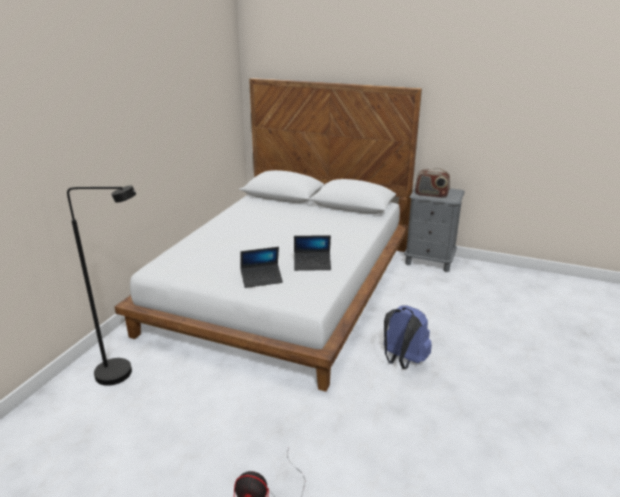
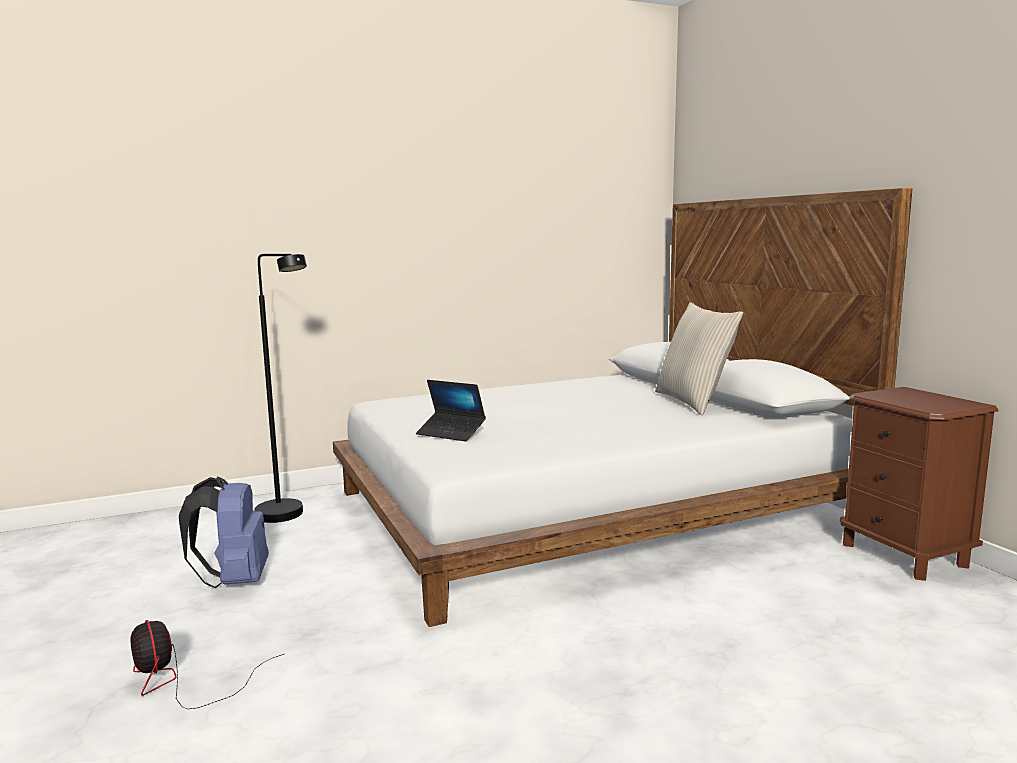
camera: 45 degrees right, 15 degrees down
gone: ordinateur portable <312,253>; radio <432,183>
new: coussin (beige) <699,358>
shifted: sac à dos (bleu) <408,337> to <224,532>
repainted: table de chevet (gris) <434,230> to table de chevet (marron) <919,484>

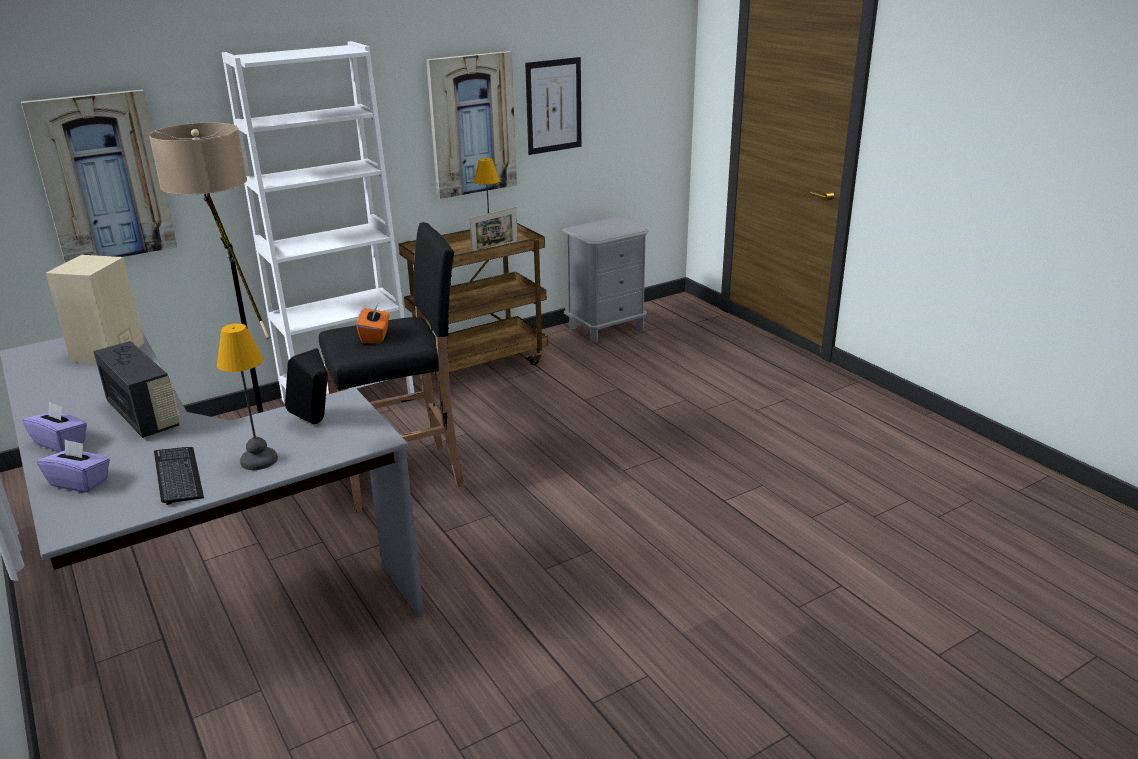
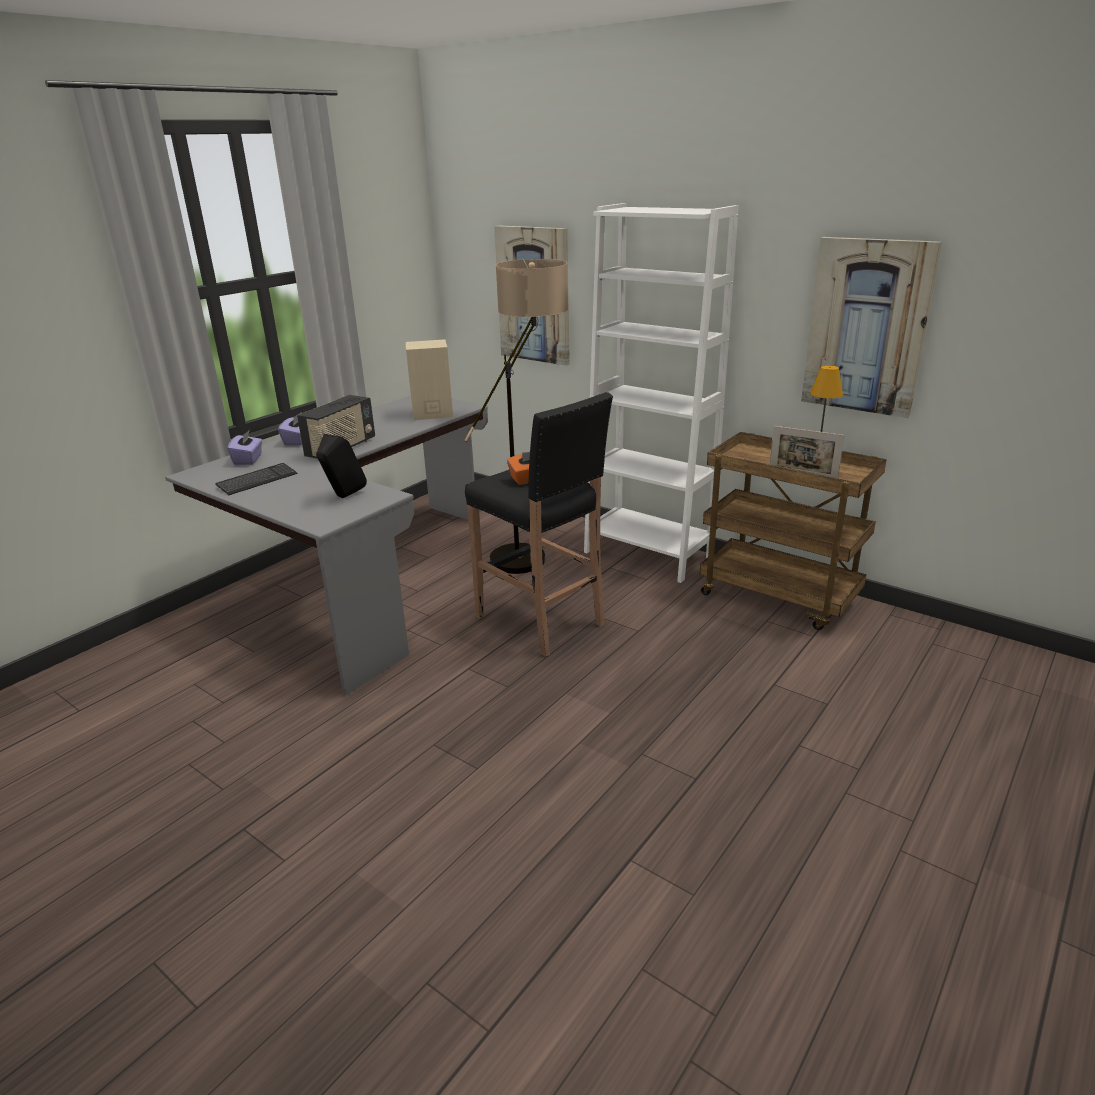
camera: 70 degrees right, 0 degrees up
gone: lampe de table <247,396>; tableau <553,106>; table de chevet (gris) <605,280>

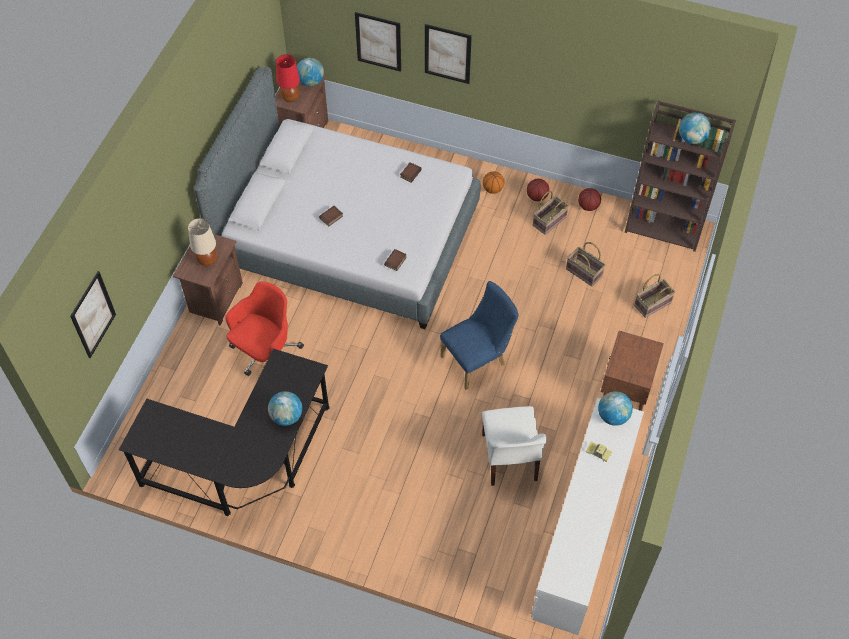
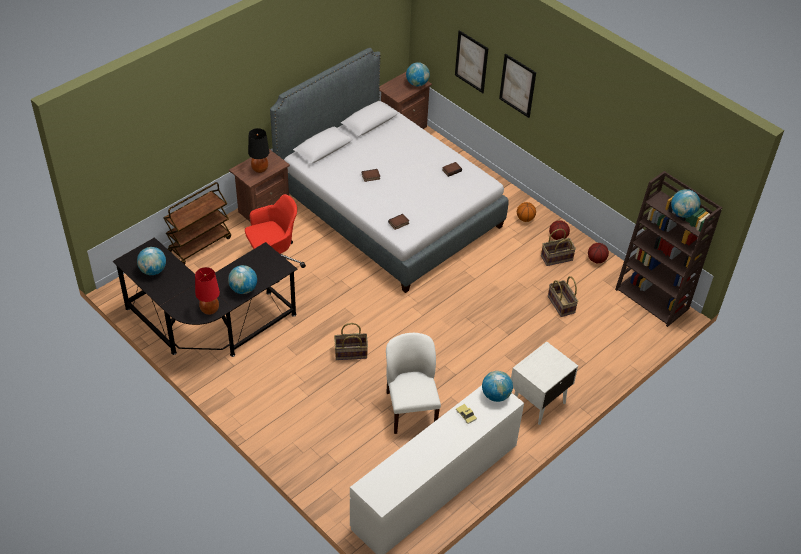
camera: 25 degrees right, 10 degrees down
gone: tableau <93,314>; chaise (bleu) <479,335>
new: globe <151,261>; chariot (marron) <197,223>
shifted: lampe de table (rouge) <288,78> to <207,291>; panier <654,296> to <351,341>
repainted: lampe de table (beige) <202,242> to lampe de table (noir) <258,150>; table de chevet (marron) <632,371> to table de chevet (blanc) <544,383>
rotated: chaise (blanc) <514,446> = <413,383> 150 degrees clockwise

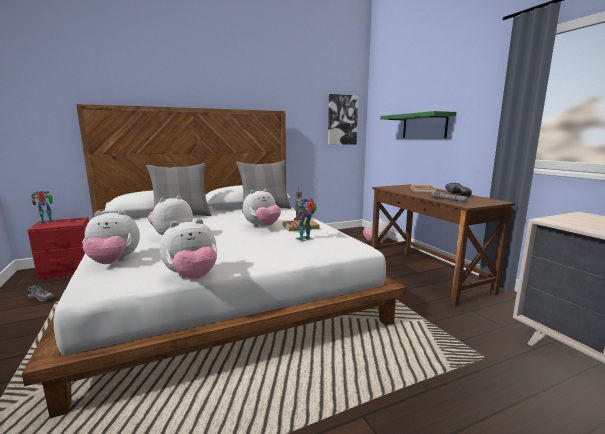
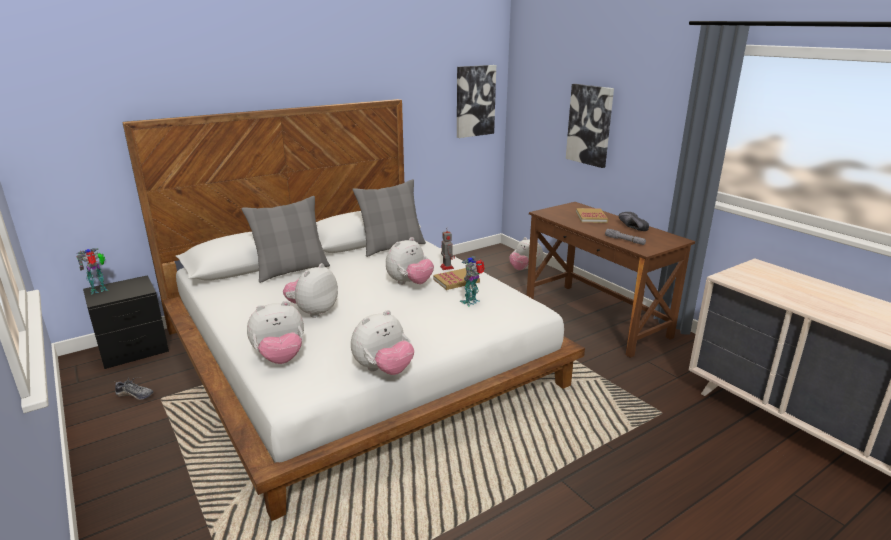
camera: 10 degrees left, 10 degrees up
swapped: étagère (vert) <418,124> to tableau <590,126>
repainted: table de chevet (rouge) <58,248> to table de chevet (noir) <126,322>

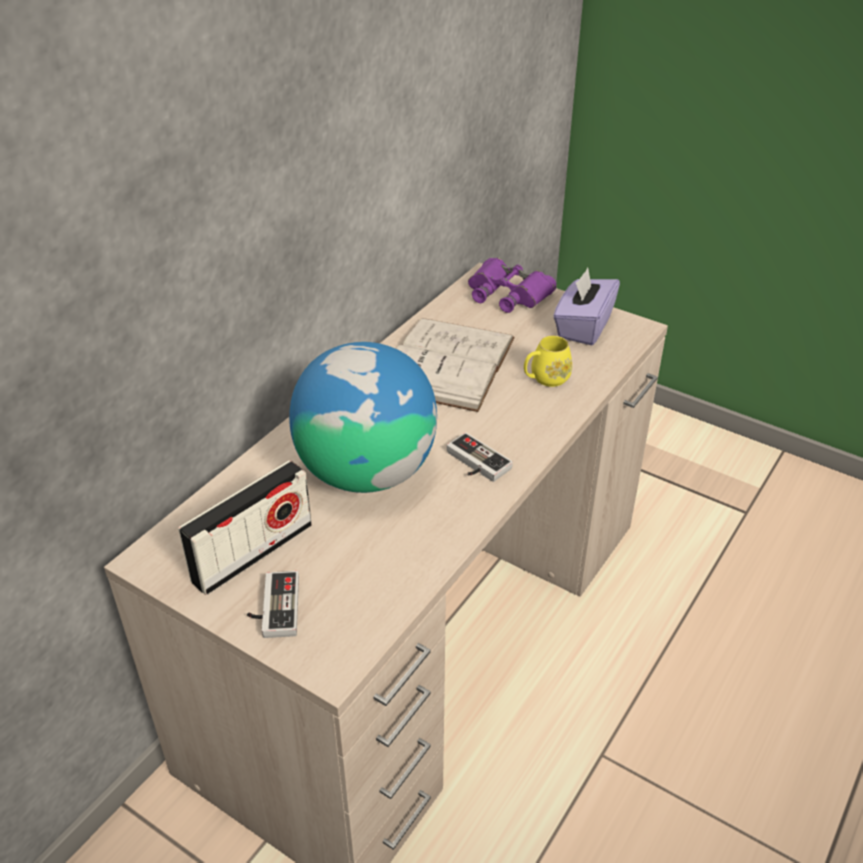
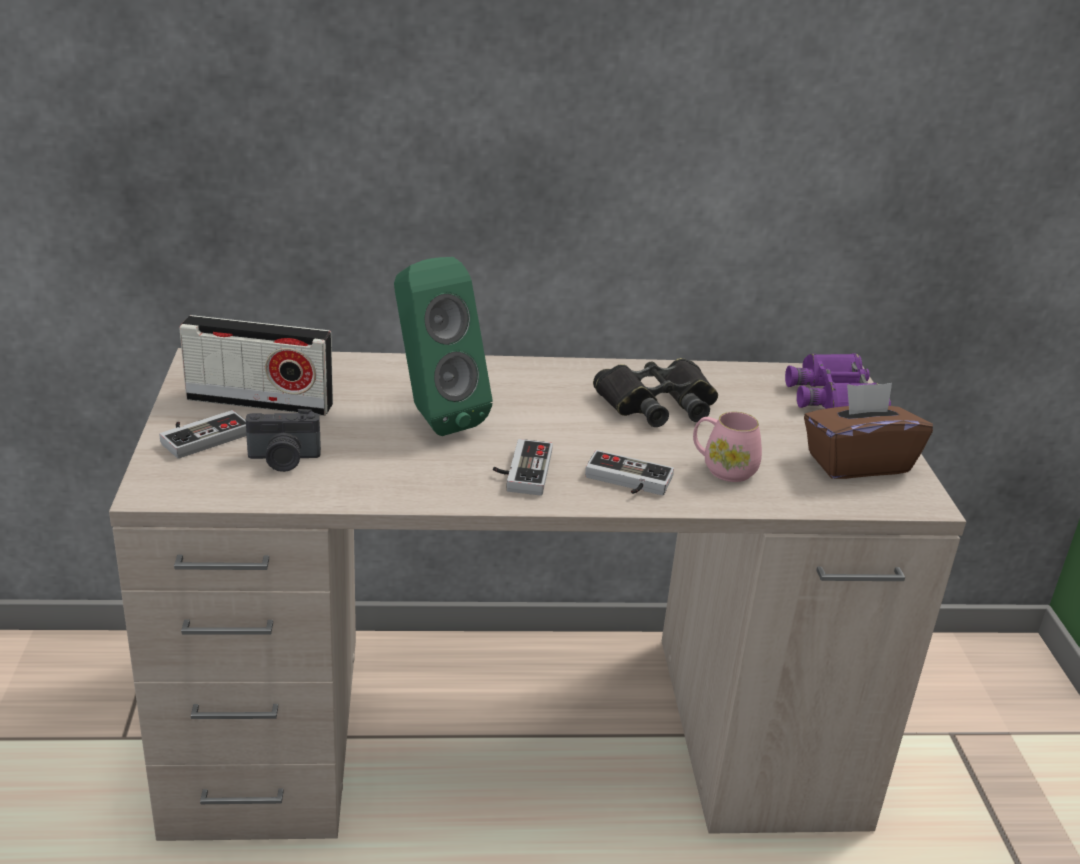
camera: 50 degrees right, 10 degrees down
new: appareil photo <283,440>; manette <629,472>
swapped: globe <363,417> to enceinte (vert) <443,346>; livre (blanc) <455,365> to jumelles (noir) <655,392>
repainted: mug (jaune) <548,361> to mug (rose) <727,447>; boîte à mouchoirs (violet) <586,306> to boîte à mouchoirs (marron) <868,431>

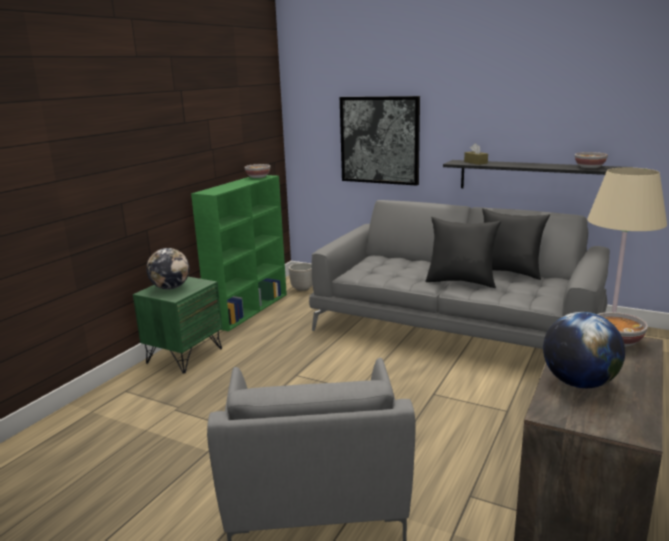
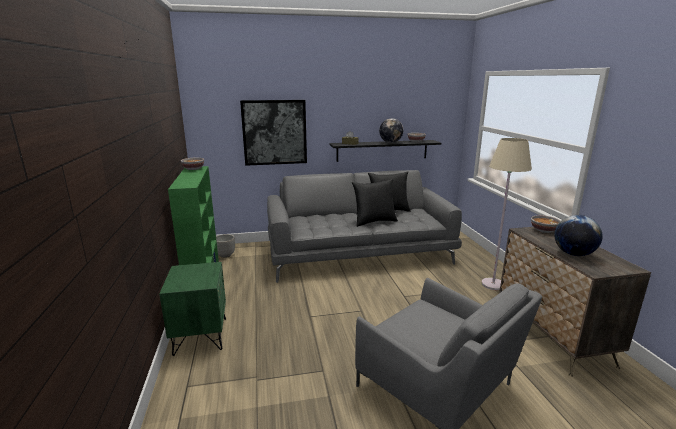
camera: 40 degrees left, 0 degrees up
shifted: globe <167,269> to <391,130>

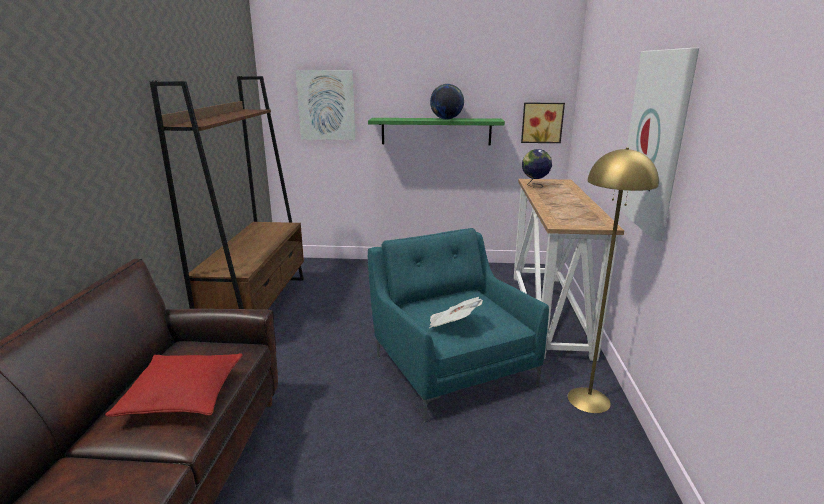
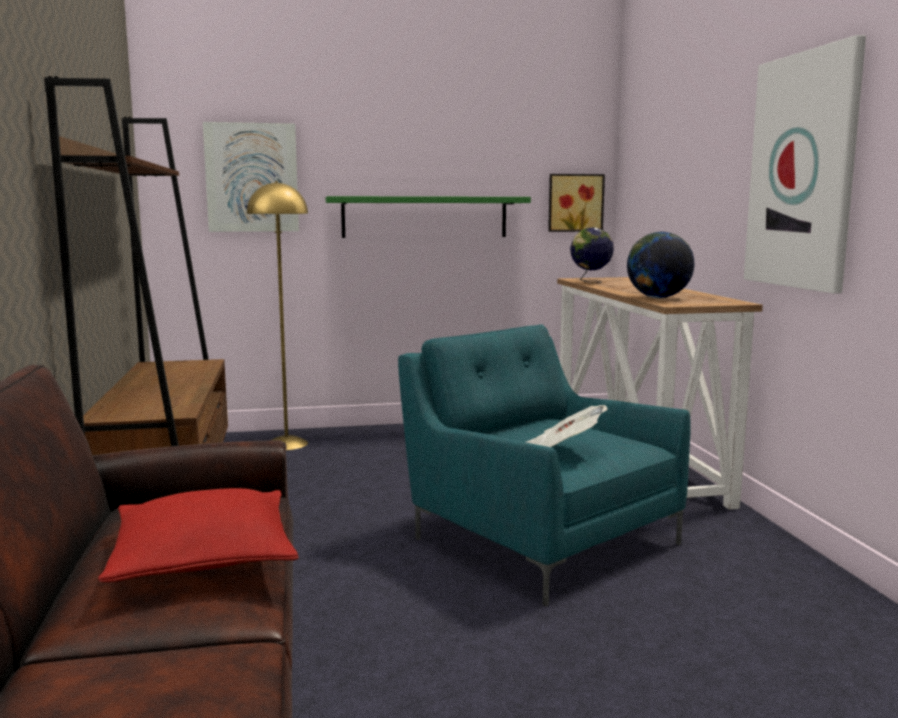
camera: 15 degrees left, 10 degrees down
shifted: lampadaire (jaune) <613,280> to <277,315>; globe <447,102> to <660,265>

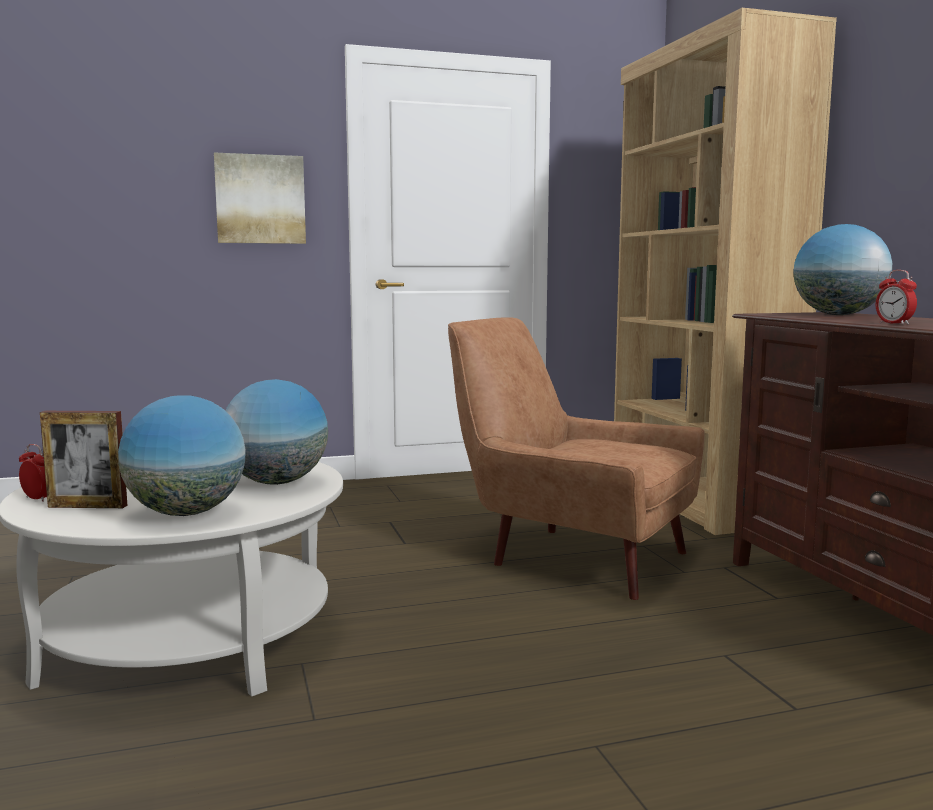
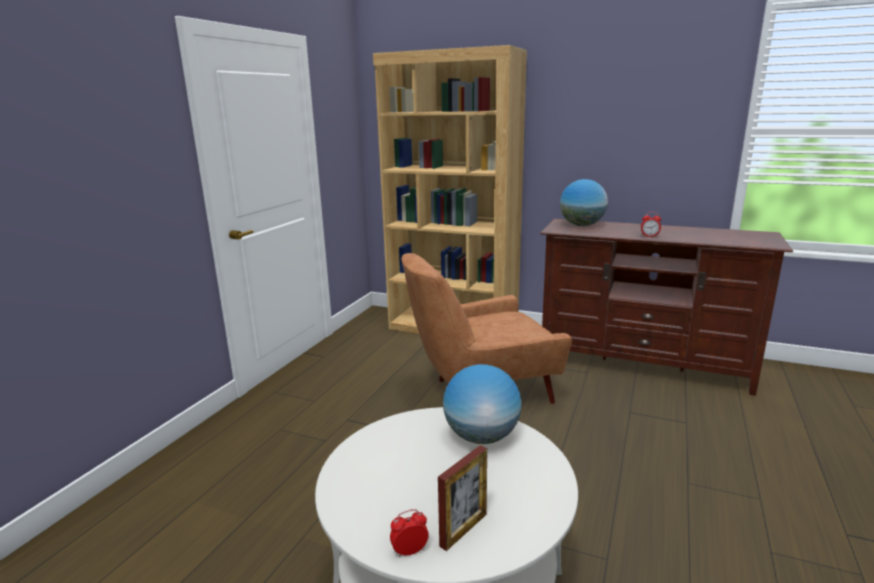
camera: 50 degrees left, 10 degrees up
gone: globe <181,455>; tableau <260,198>

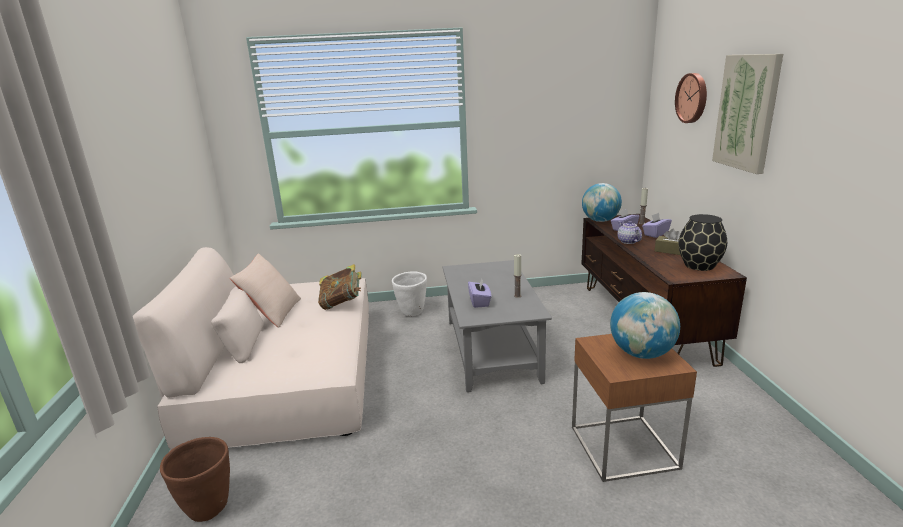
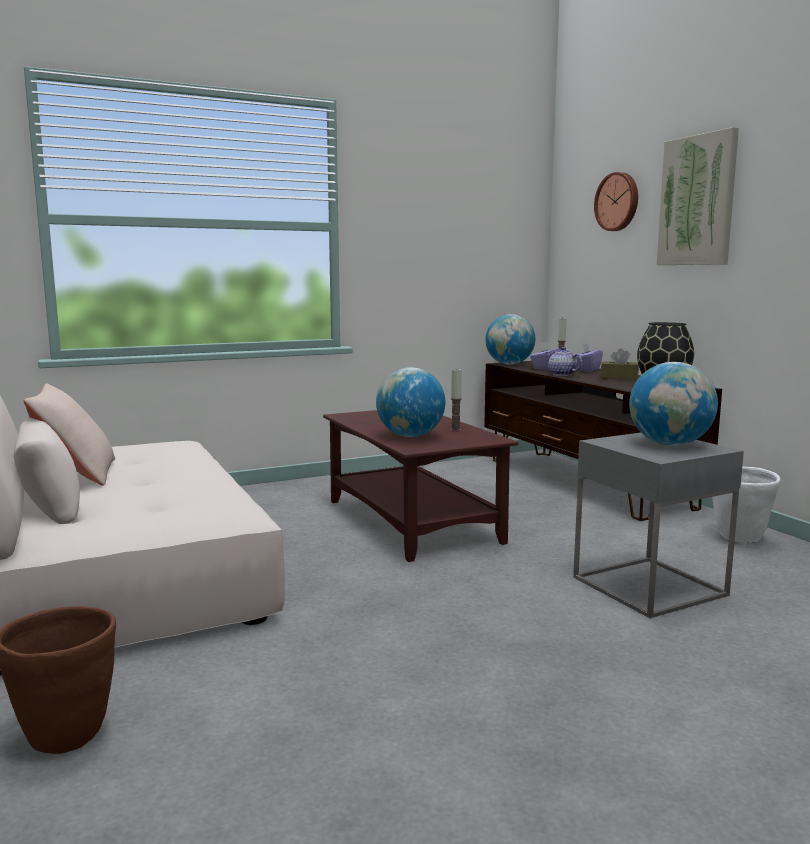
camera: 20 degrees left, 10 degrees down
gone: livre <340,287>
shifted: cache-pot (blanc) <409,293> to <746,504>
swapped: boîte à mouchoirs (violet) <479,293> to globe <410,402>
repainted: table basse (gris) <497,326> to table basse (marron) <420,486>; table d'appoint (marron) <634,408> to table d'appoint (gris) <658,525>

